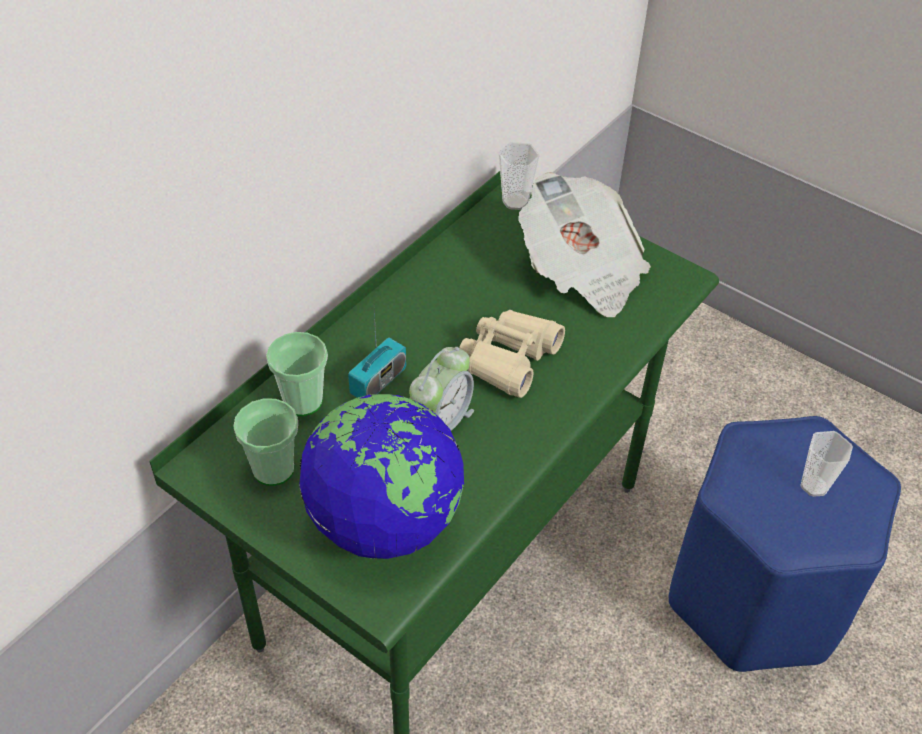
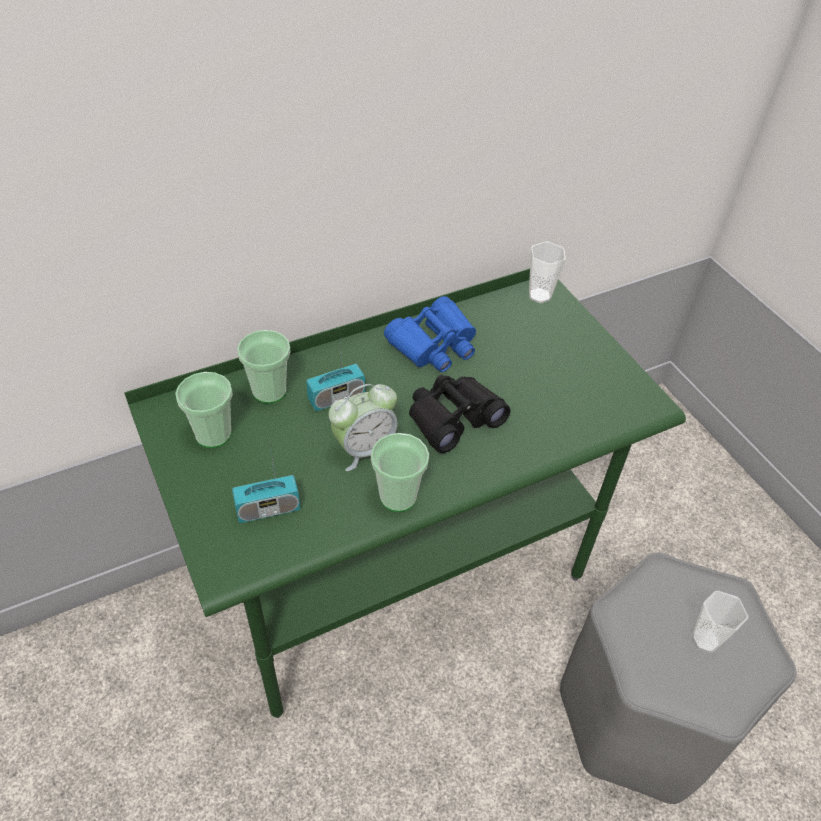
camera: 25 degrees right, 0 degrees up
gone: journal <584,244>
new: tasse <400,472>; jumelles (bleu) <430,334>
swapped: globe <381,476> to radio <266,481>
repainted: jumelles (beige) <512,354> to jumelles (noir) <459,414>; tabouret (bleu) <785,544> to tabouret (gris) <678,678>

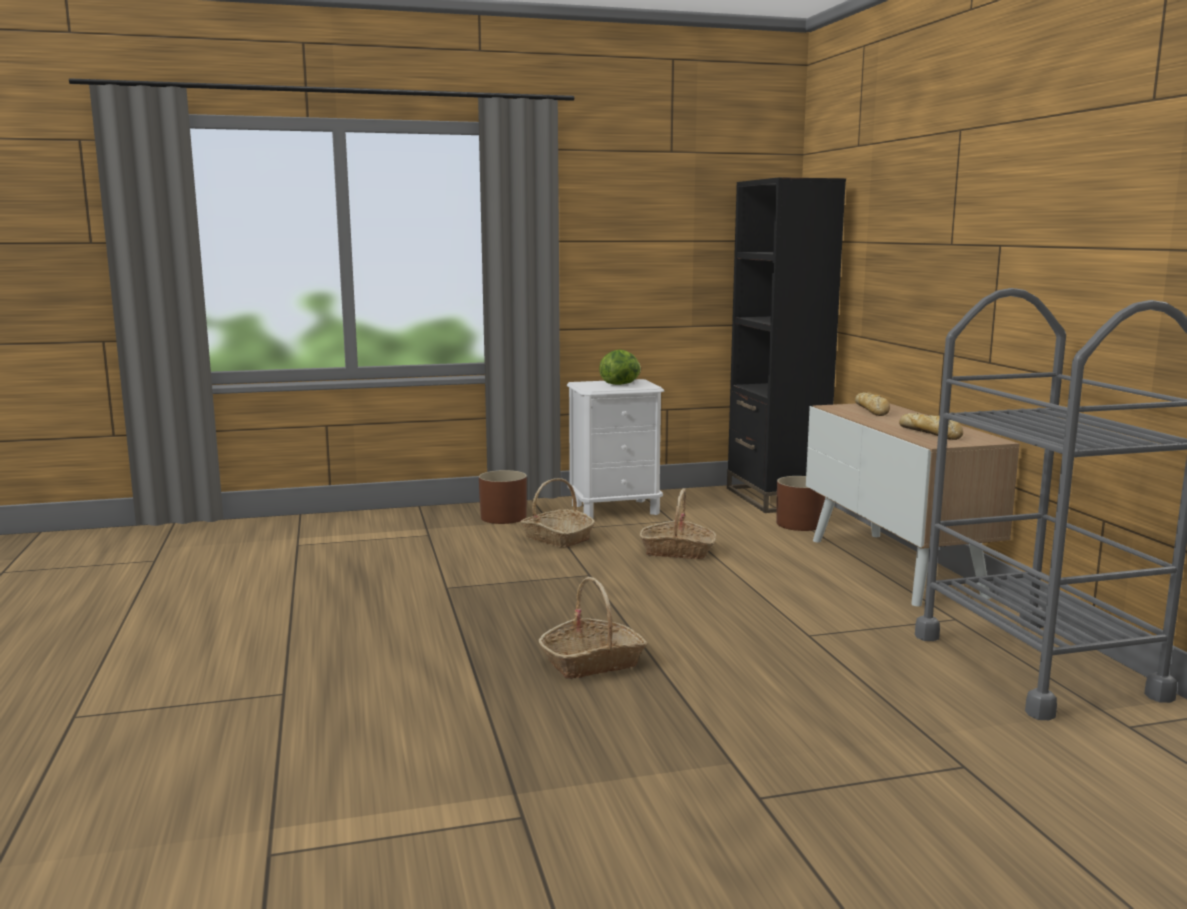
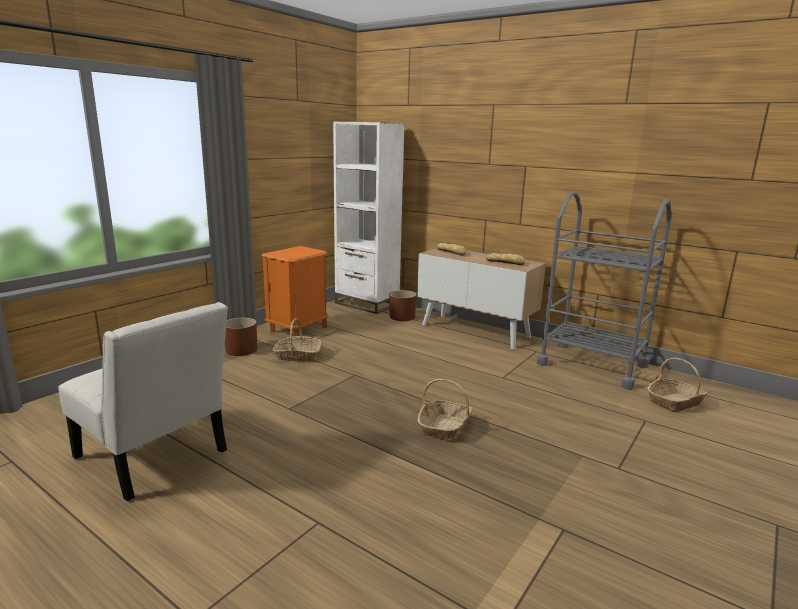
camera: 40 degrees left, 5 degrees up
gone: laitue <620,367>
new: chaise (blanc) <143,401>
shifted: panier <678,523> to <677,385>
repainted: table de chevet (blanc) <615,449> to table de chevet (orange) <294,291>; bibliothèque (noir) <786,345> to bibliothèque (blanc) <369,218>

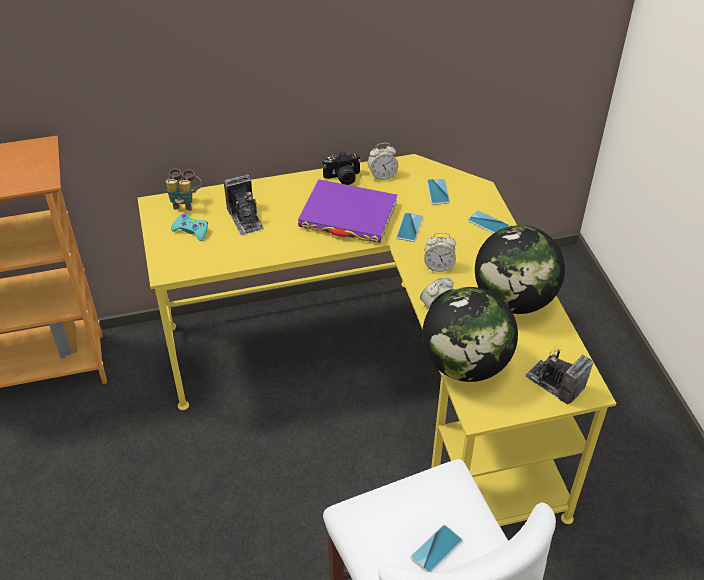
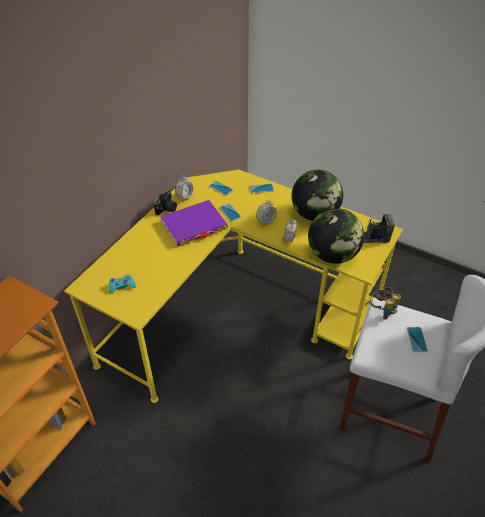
camera: 45 degrees left, 0 degrees up
gone: appareil photo <244,204>
shifted: jumelles <184,190> to <385,303>

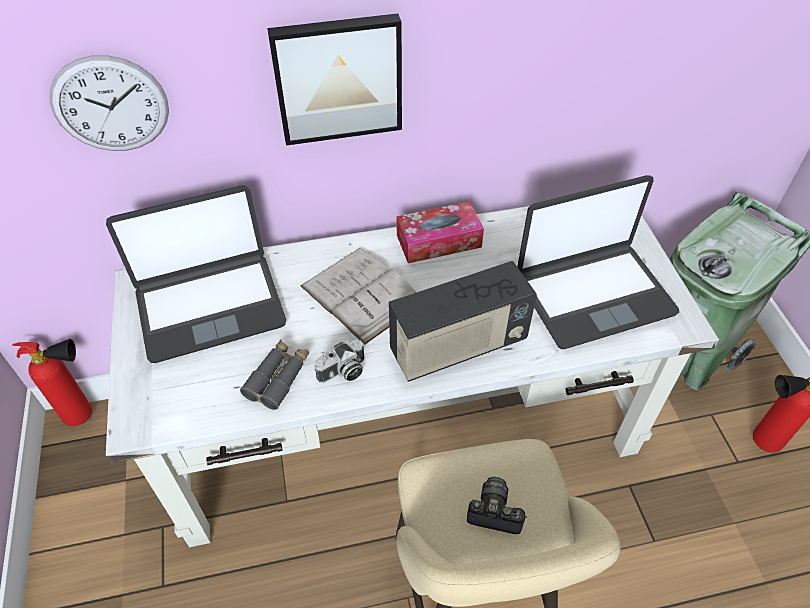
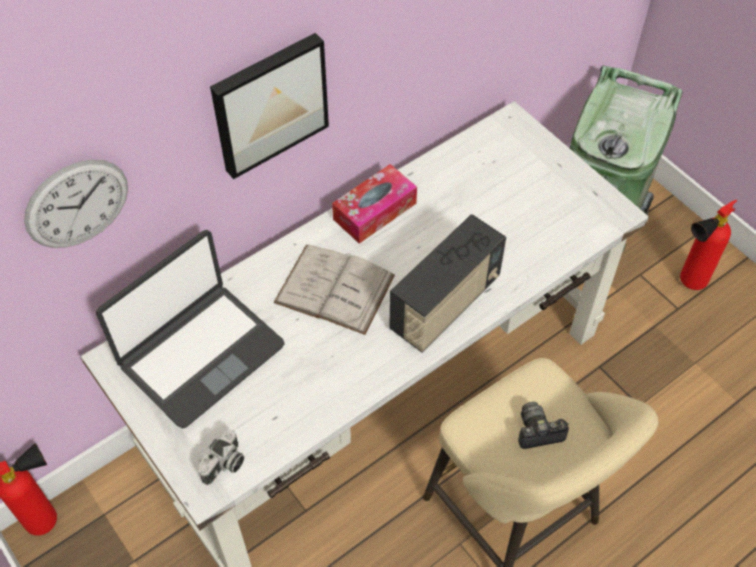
camera: 25 degrees left, 5 degrees up
gone: jumelles (gris) <274,375>; ordinateur portable <598,262>
shifted: appareil photo <340,361> to <221,457>

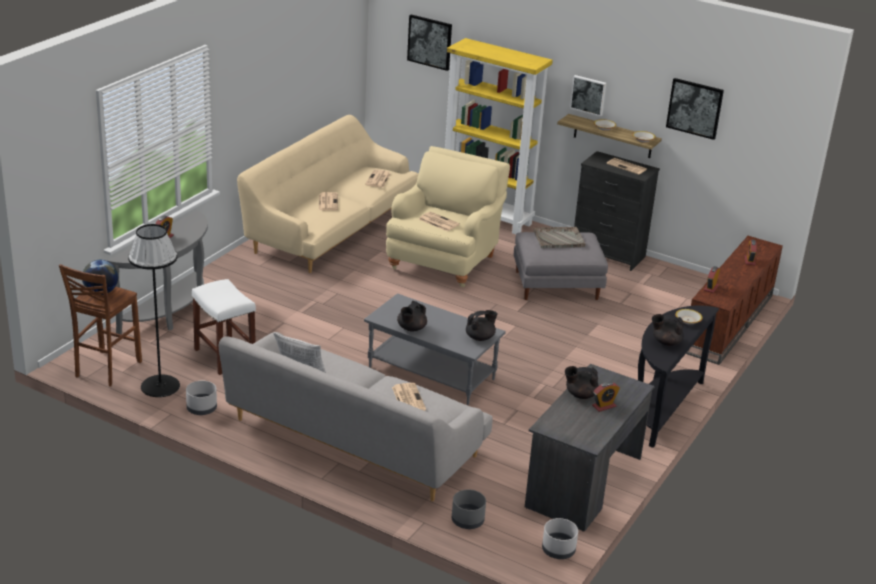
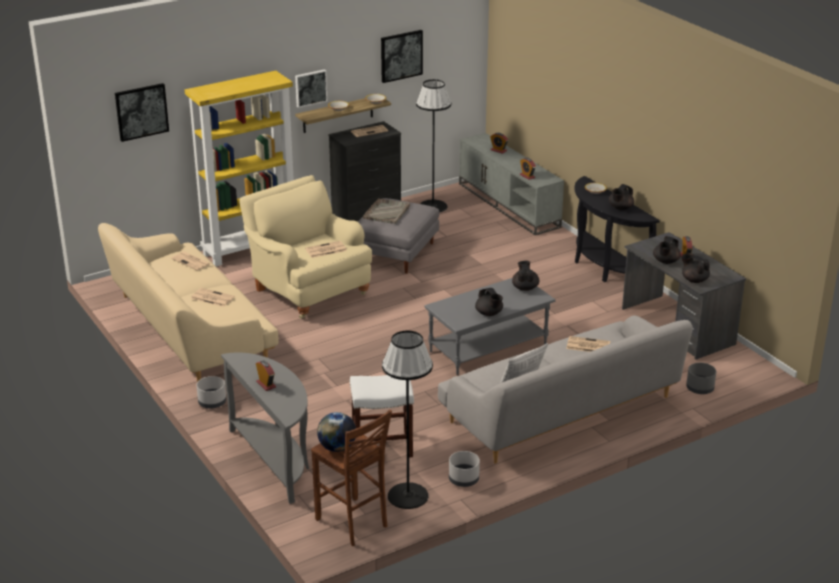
camera: 60 degrees left, 0 degrees up
new: lampadaire (noir) <433,146>; théière (noir) <696,268>
shifted: cache-pot (gris) <560,538> to <211,392>
repainted: meuble télé (marron) <734,300> to meuble télé (gris) <511,184>

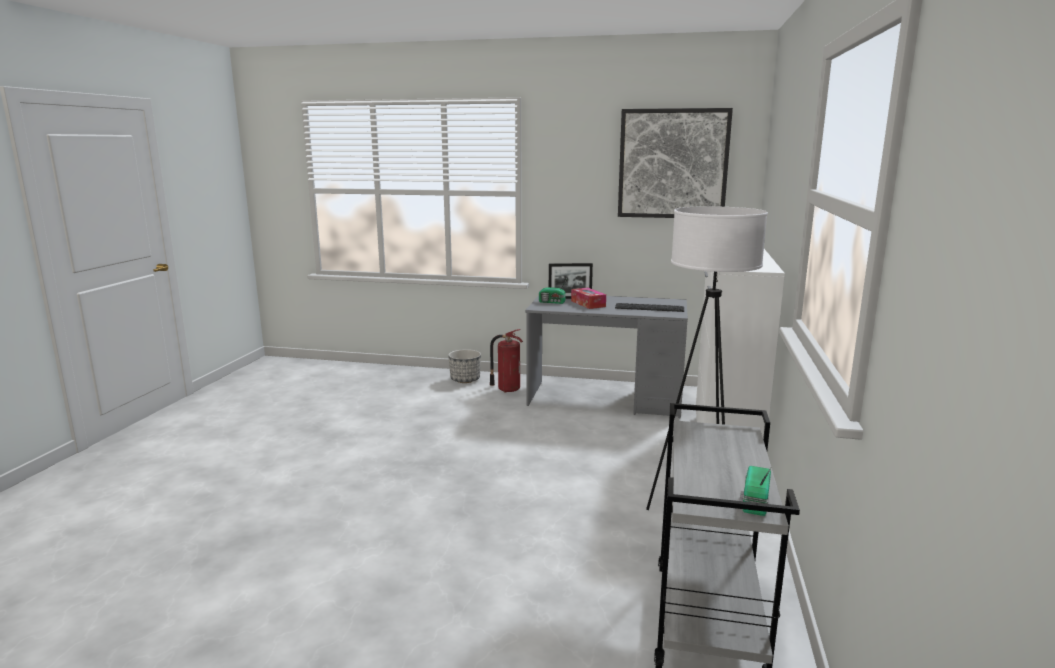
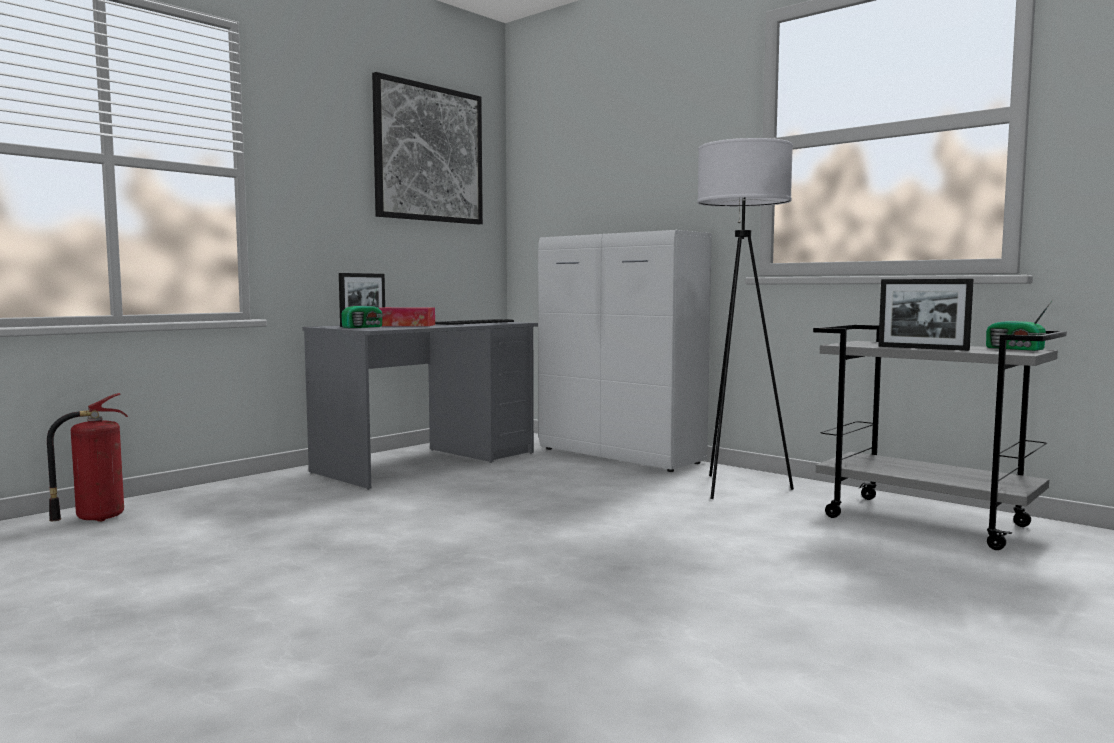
camera: 60 degrees left, 10 degrees down
gone: cache-pot <464,366>
new: cadre photo <926,315>
shifted: extincteur <506,361> to <87,457>

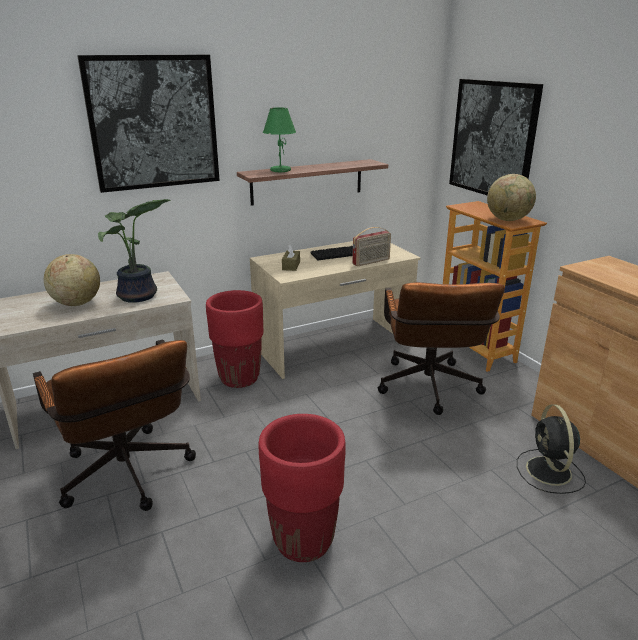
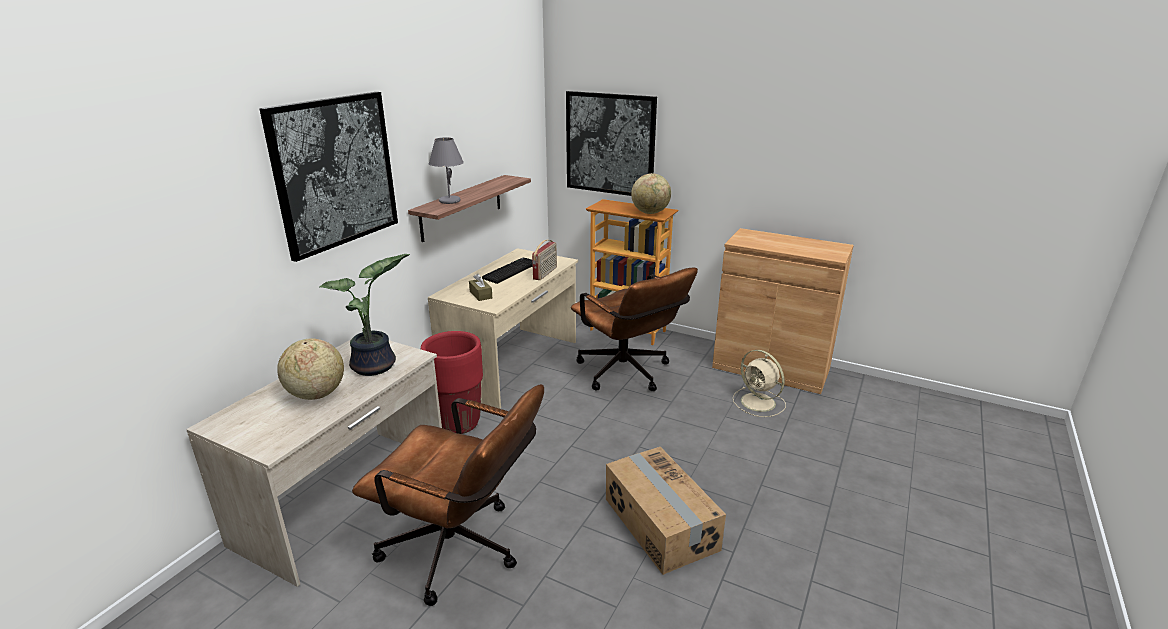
camera: 35 degrees left, 0 degrees up
swapped: cache-pot (rouge) <302,488> to carton <666,511>
repainted: lampe de table (vert) <279,140> to lampe de table (gris) <446,170>; ventilateur (noir) <551,449> to ventilateur (beige) <759,383>

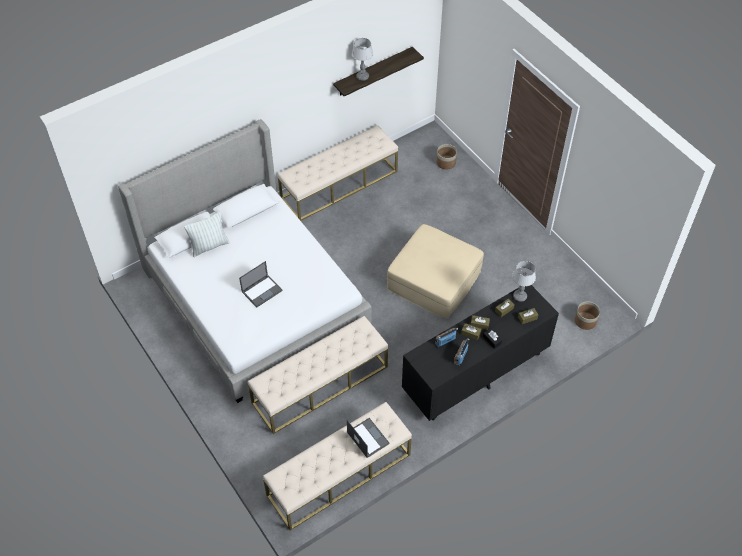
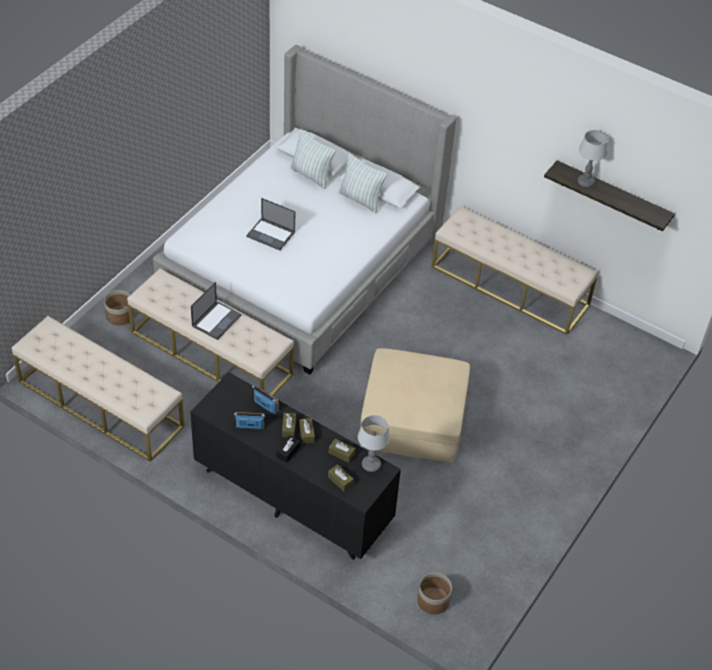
camera: 65 degrees right, 5 degrees down
new: coussin <362,183>
shifted: cache-pot <447,156> to <119,307>; ordinateur portable <368,438> to <216,311>

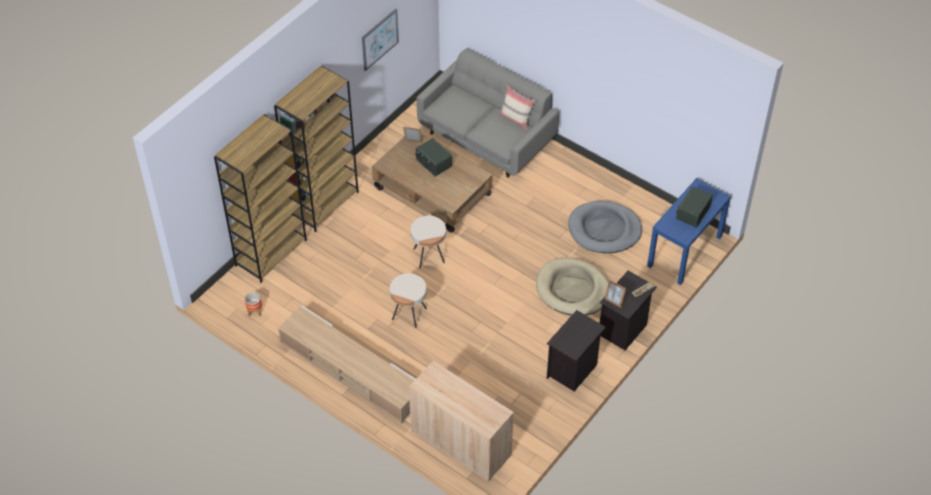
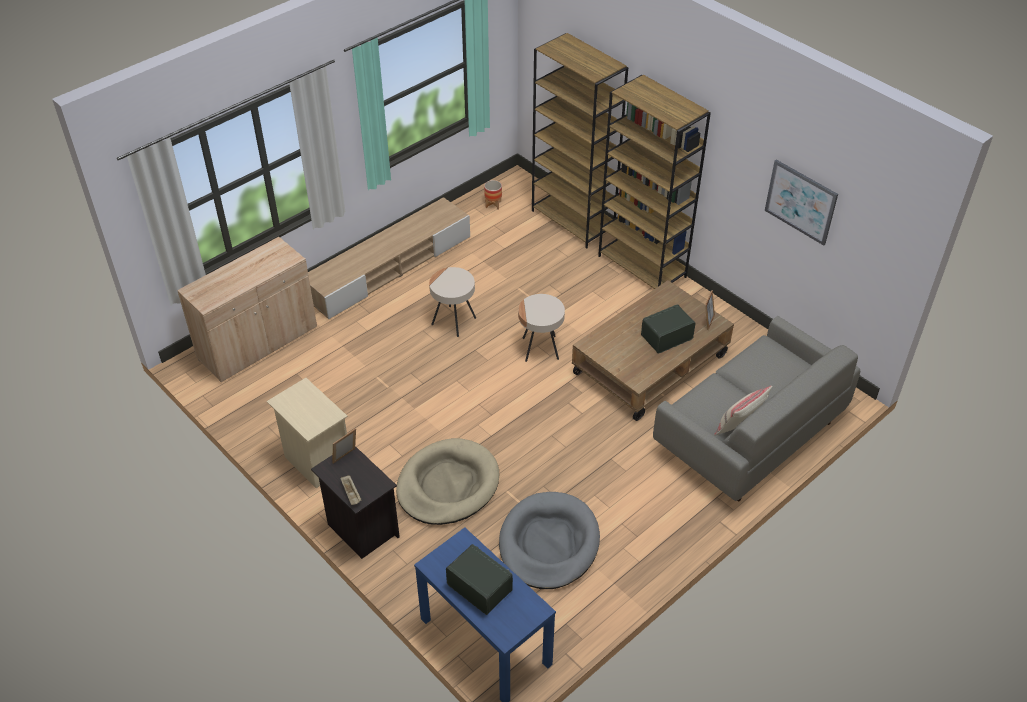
camera: 100 degrees right, 5 degrees down
repainted: table de chevet (noir) <576,350> to table de chevet (beige) <307,433>

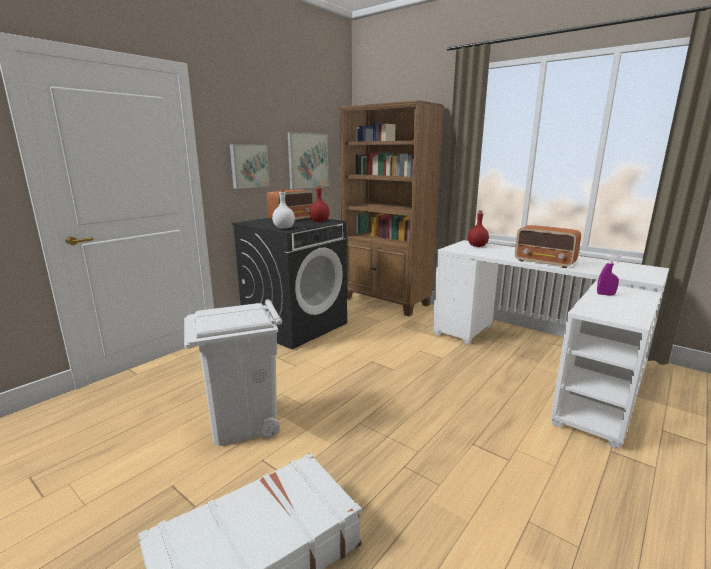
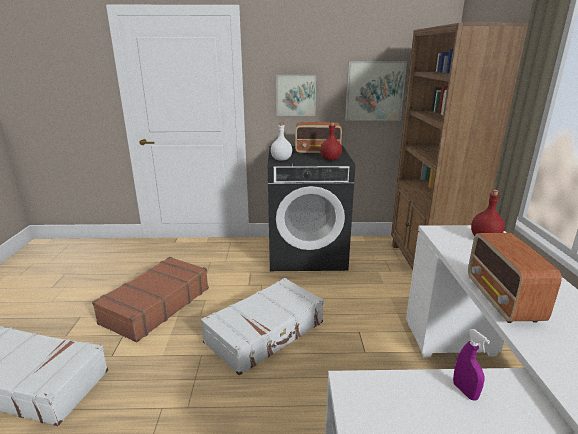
camera: 50 degrees right, 5 degrees up
new: valise (blanc) <262,326>
swapped: poubelle (blanc) <233,372> to valise (marron) <150,299>

